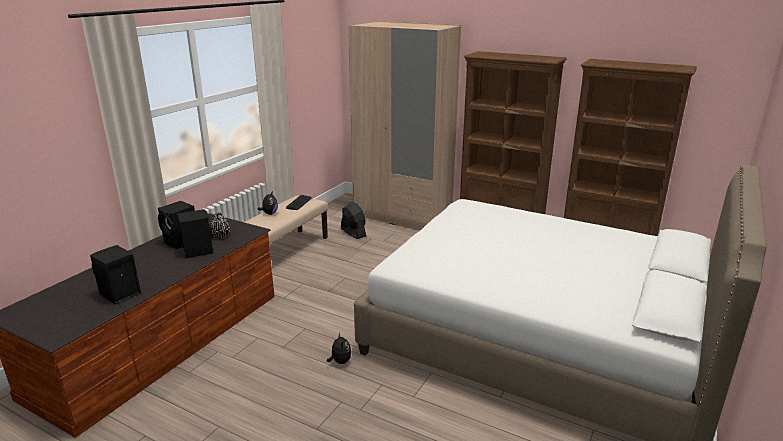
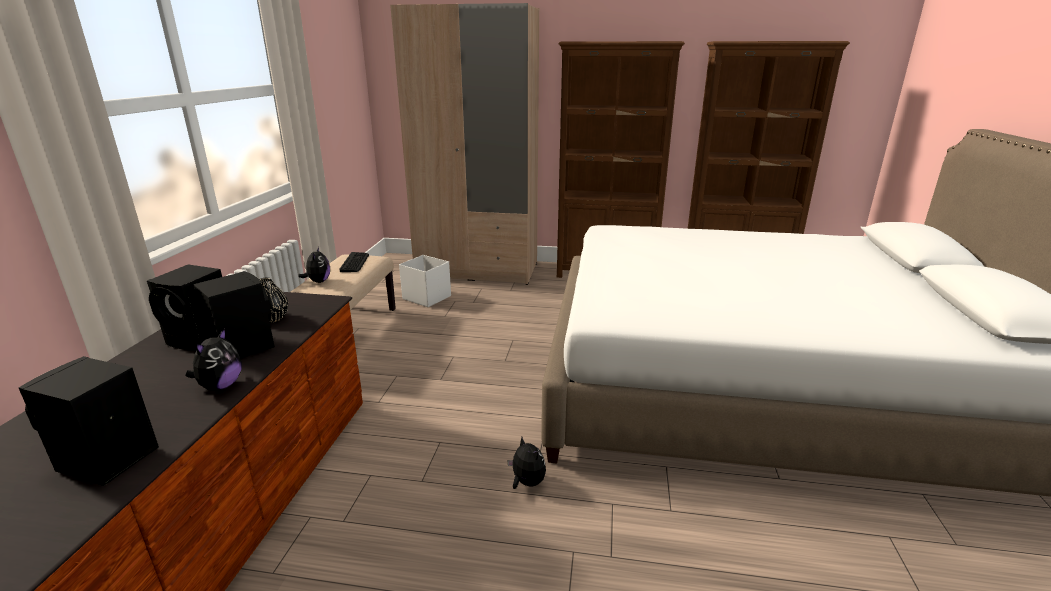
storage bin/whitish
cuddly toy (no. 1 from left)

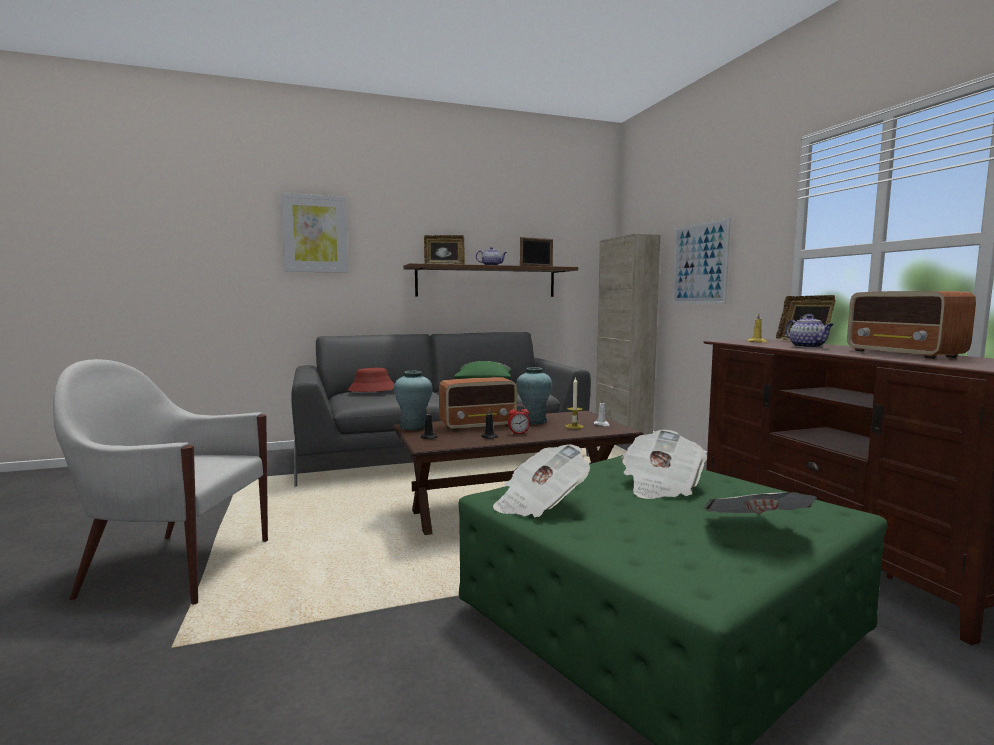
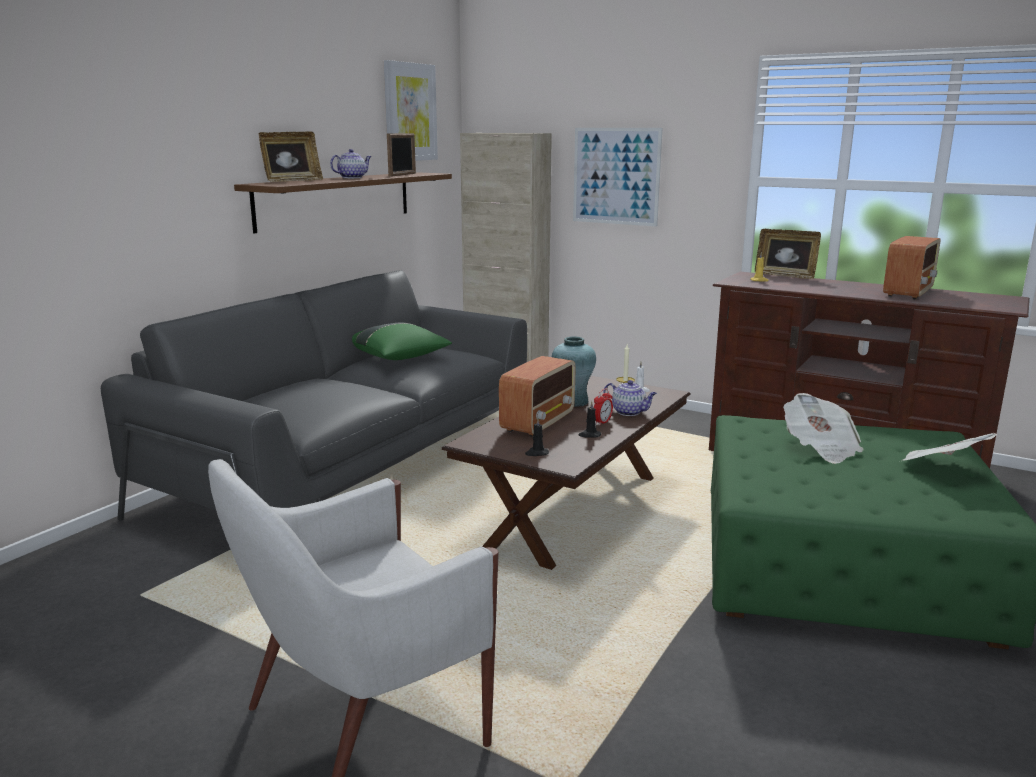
wall art (no. 1 from left)
radio receiver (no. 2 from left)
teapot (no. 2 from left)
hat/red-coloured
flower vase/turquoise (no. 1 from left in the first image)
printed paper (no. 1 from left in the first image)

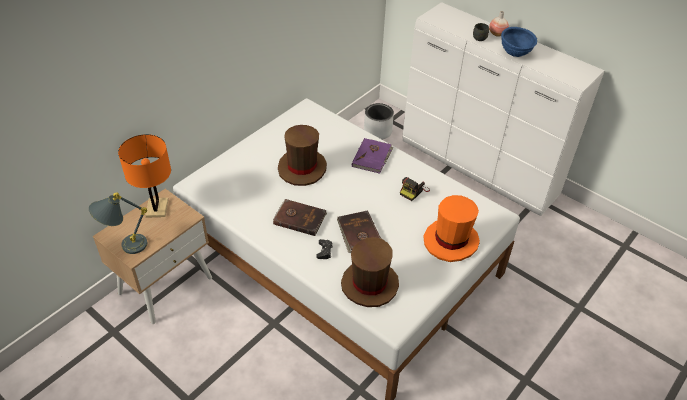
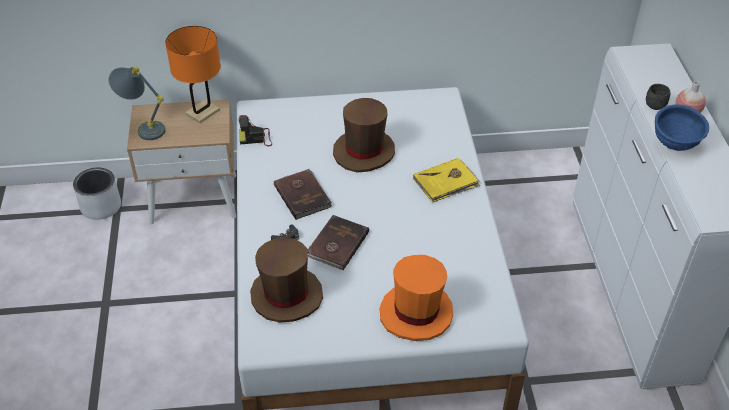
planter/grey
book/yellow-coloured
still camera

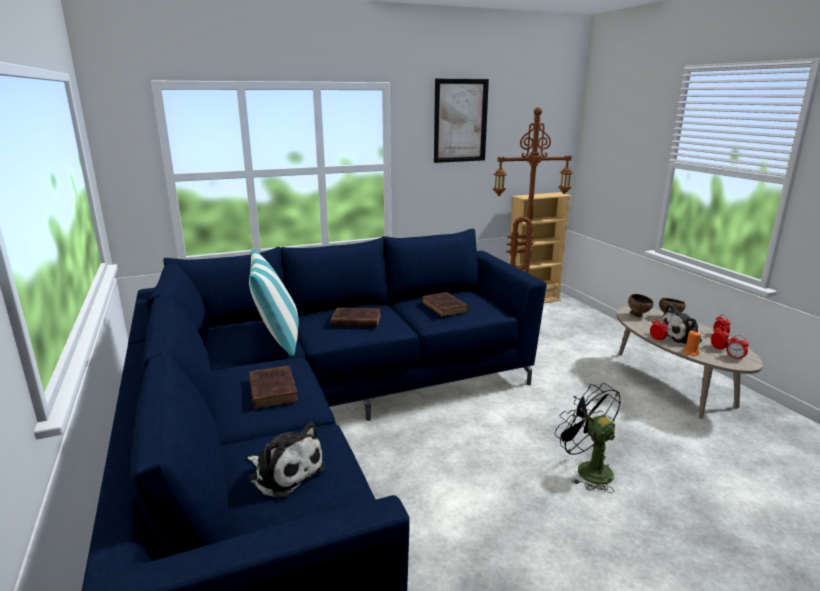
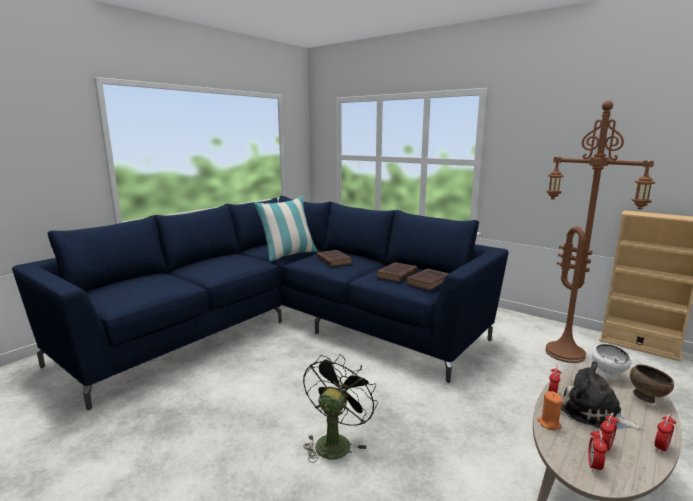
wall art
serving bowl/whitish
book/brownish (no. 3 from left)
cuddly toy (no. 1 from left in the first image)

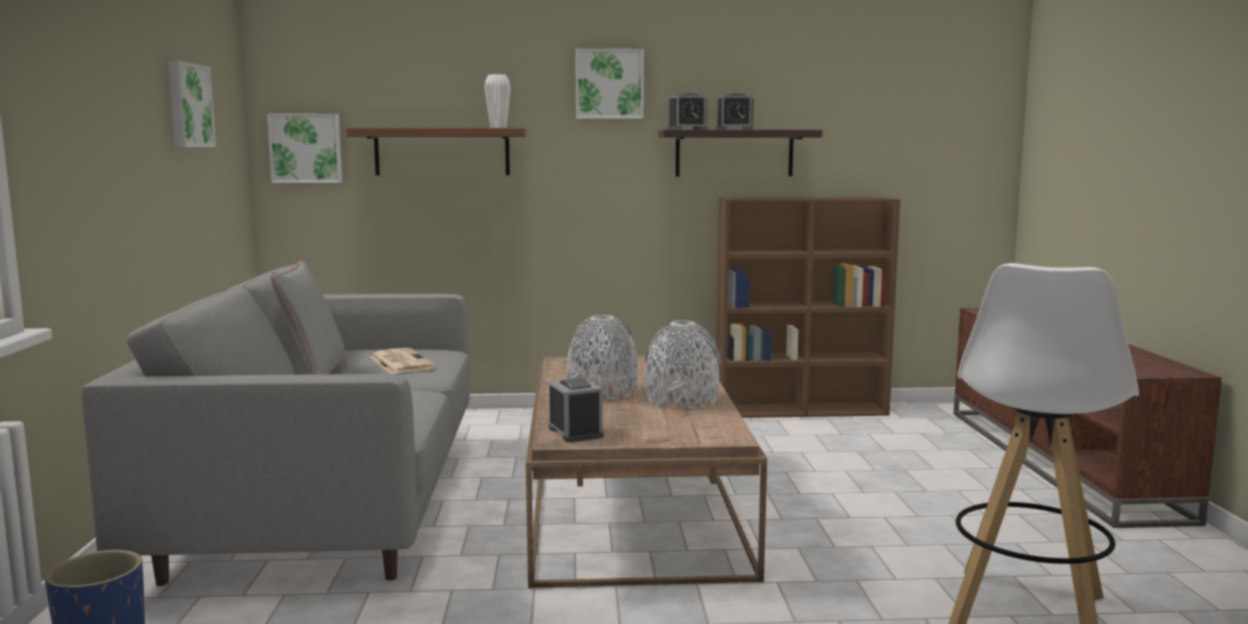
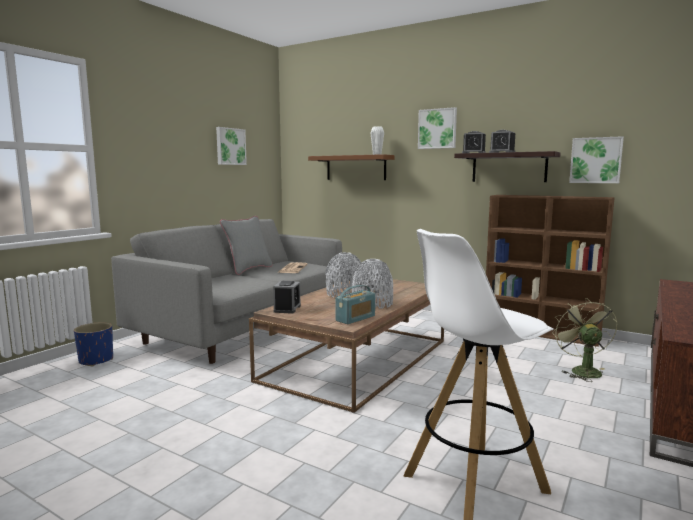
wall art (no. 3 from left)
radio receiver
cooling fan/green-coloured

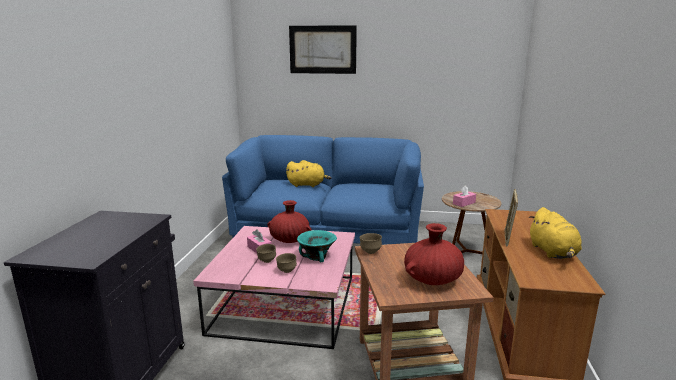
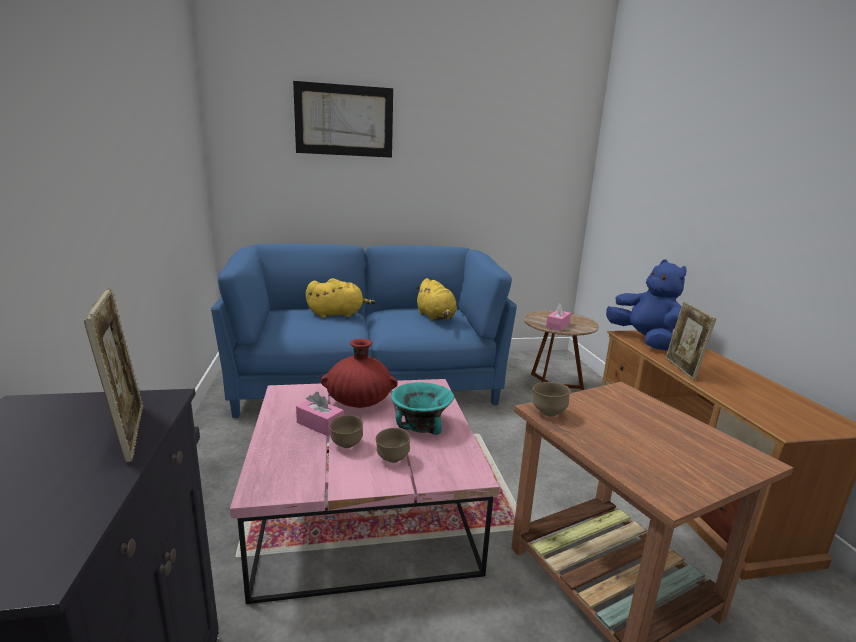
cuddly toy/yellow-coloured (no. 2 from left)
flower vase/red-coloured (no. 2 from left in the first image)
cuddly toy/blue
picture frame (no. 1 from left)

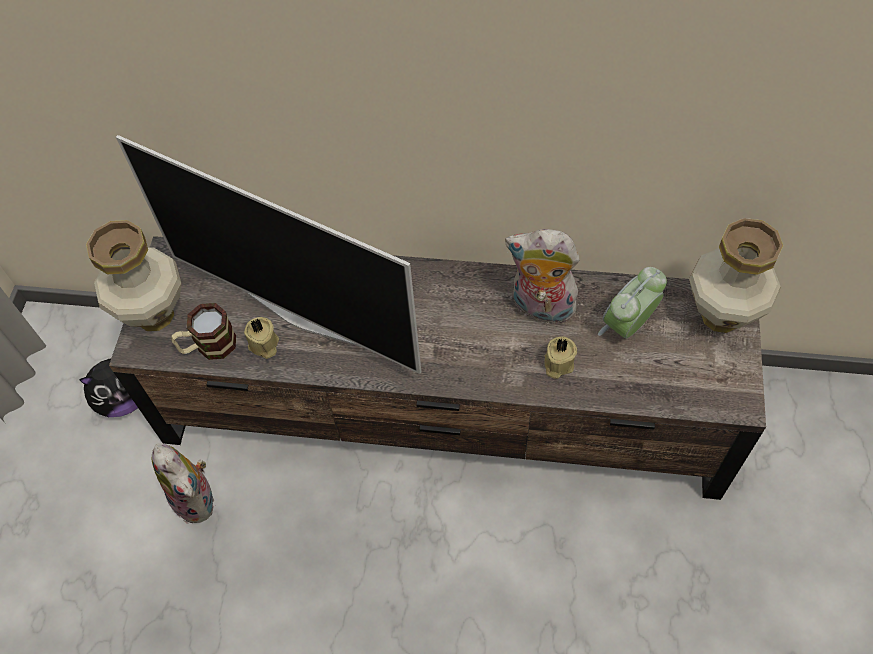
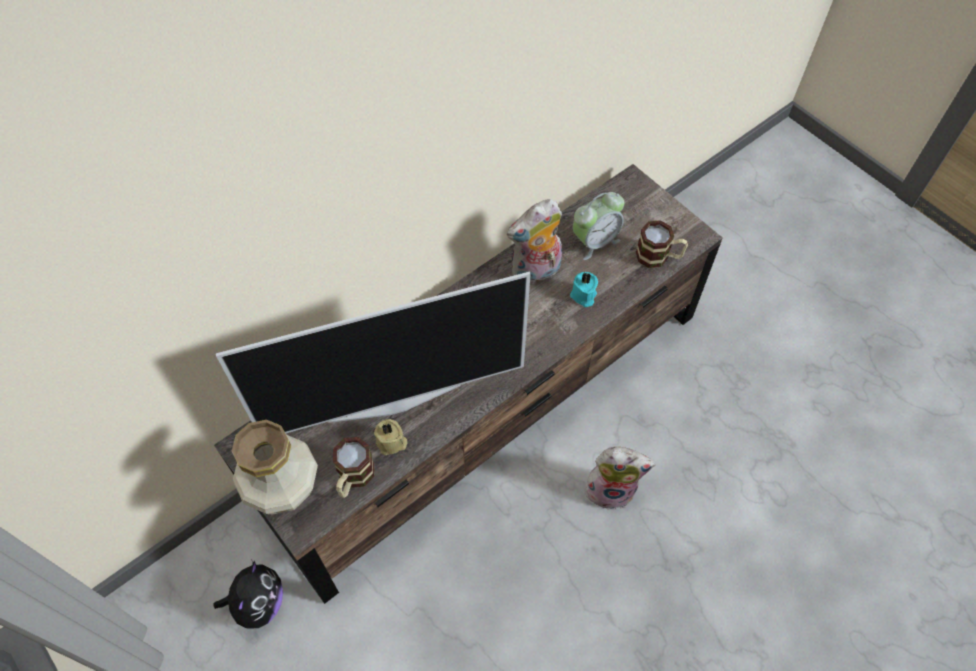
flower vase (no. 2 from left in the first image)
alarm clock
candle/turquoise
cuddly toy (no. 3 from left)
coffee mug (no. 2 from left)

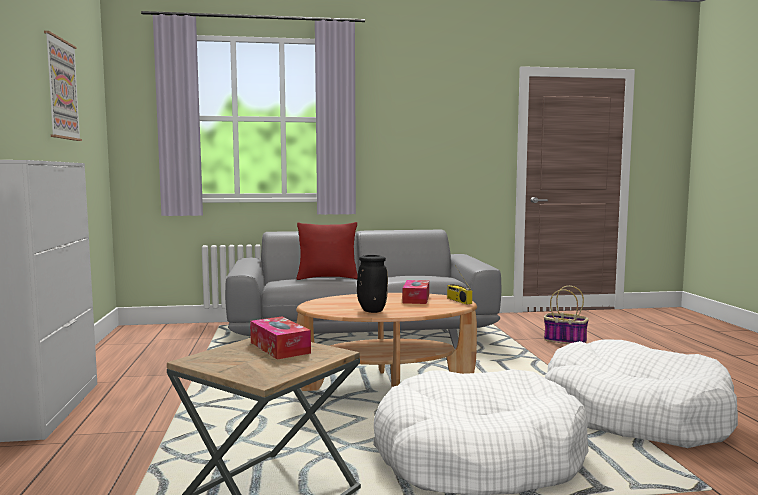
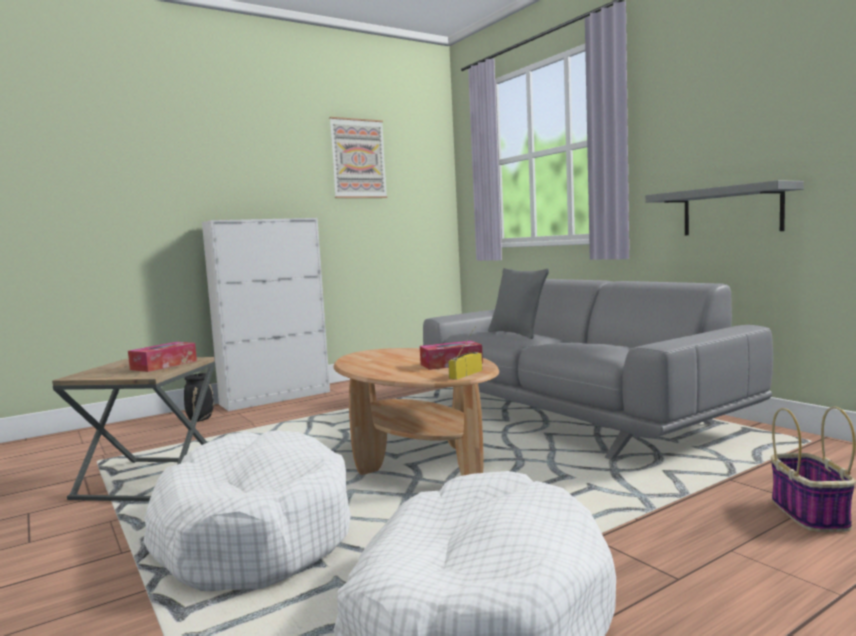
pillow/grey
flower vase/blackish
wall shelf/grey

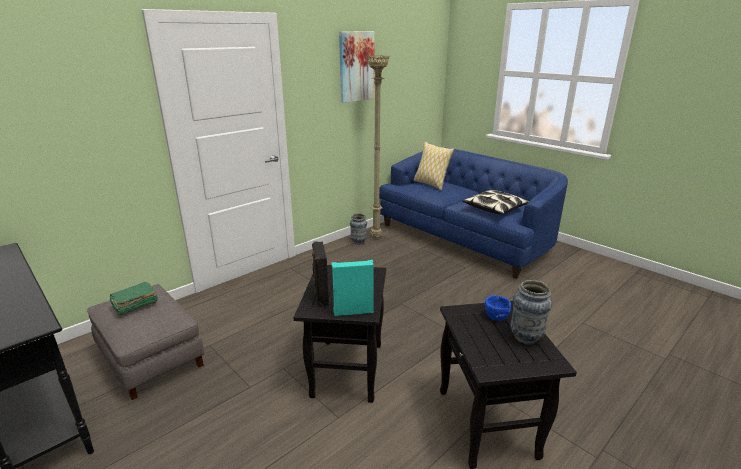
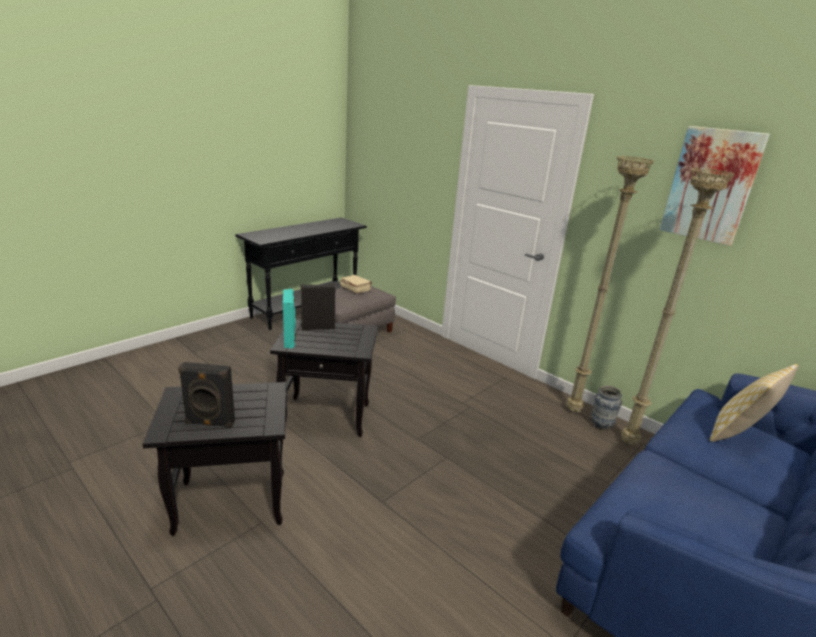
pillow (no. 2 from left in the first image)
speaker/blackish (no. 1 from left)
book/beige-coloured
serving bowl/blue
standard lamp/beige-coloured (no. 1 from left)

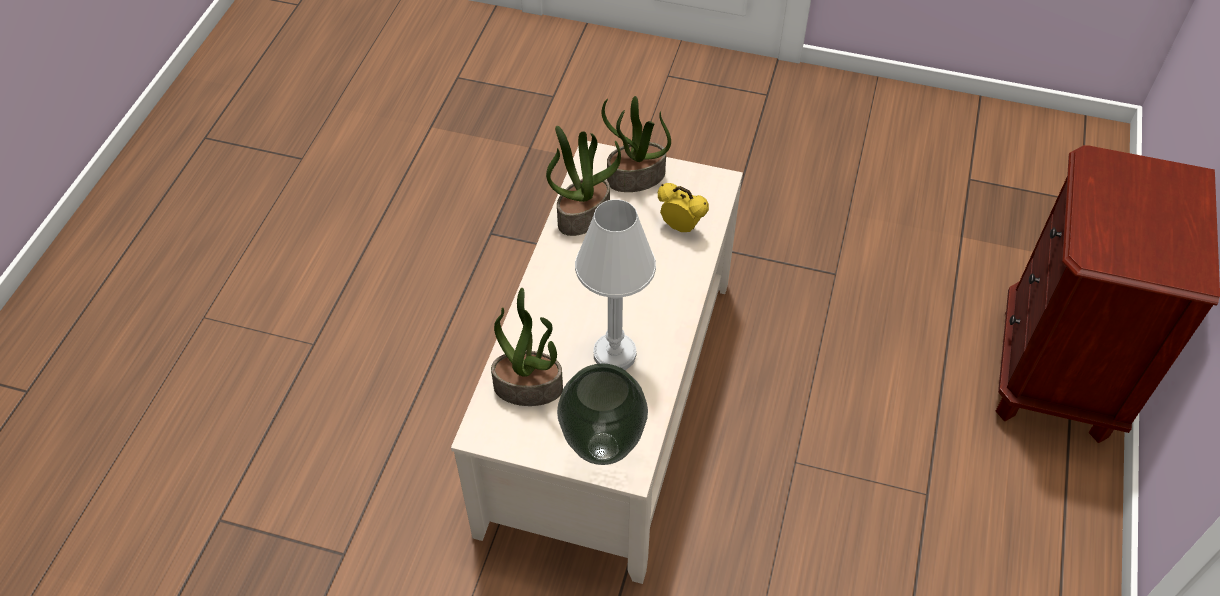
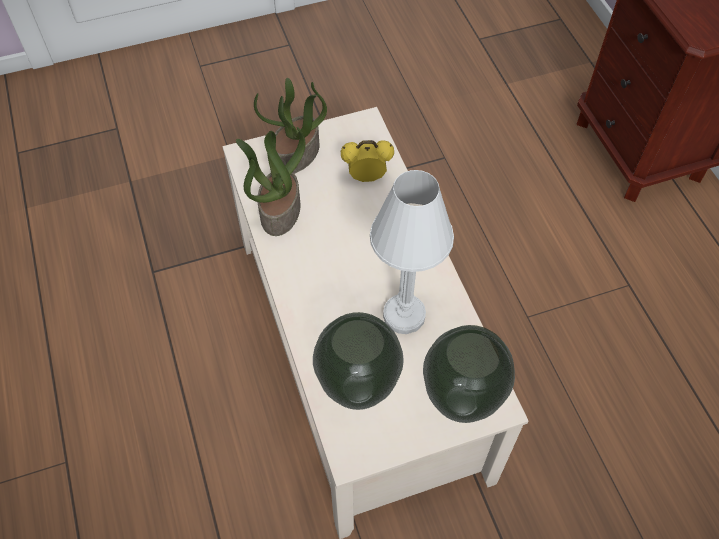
flower vase (no. 1 from left)

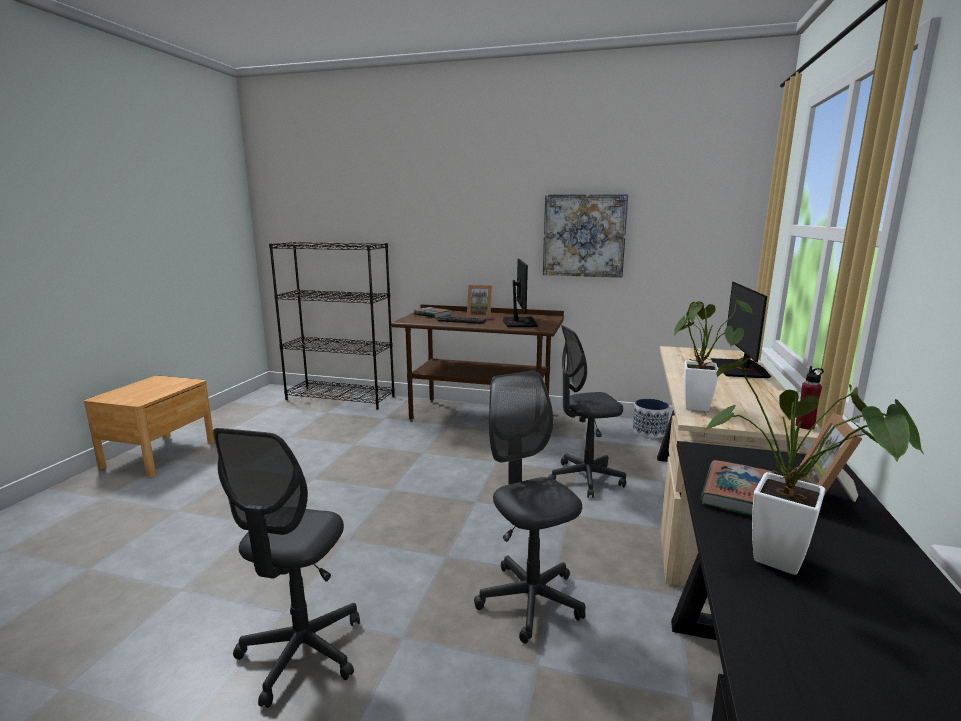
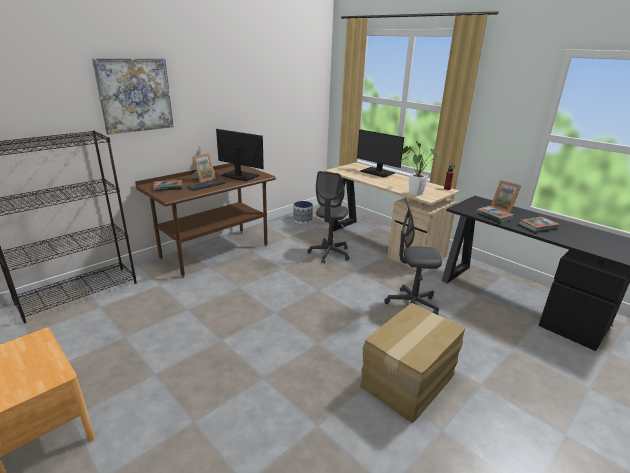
wall art
book (no. 3 from left)
carton

